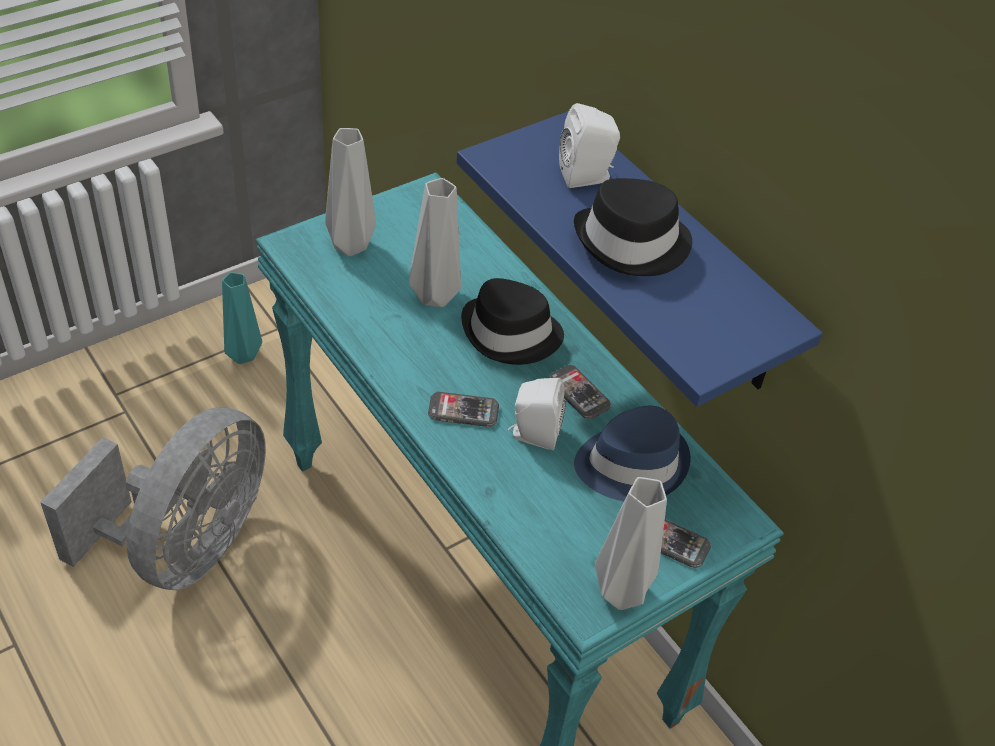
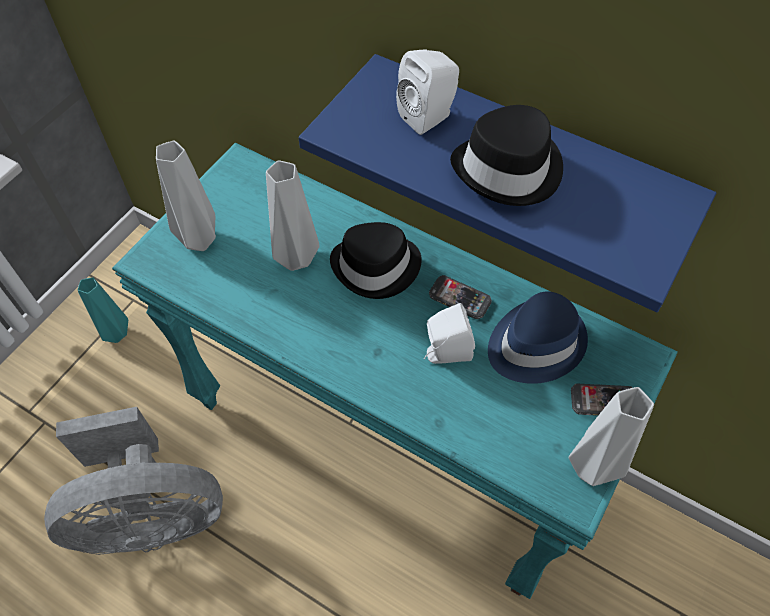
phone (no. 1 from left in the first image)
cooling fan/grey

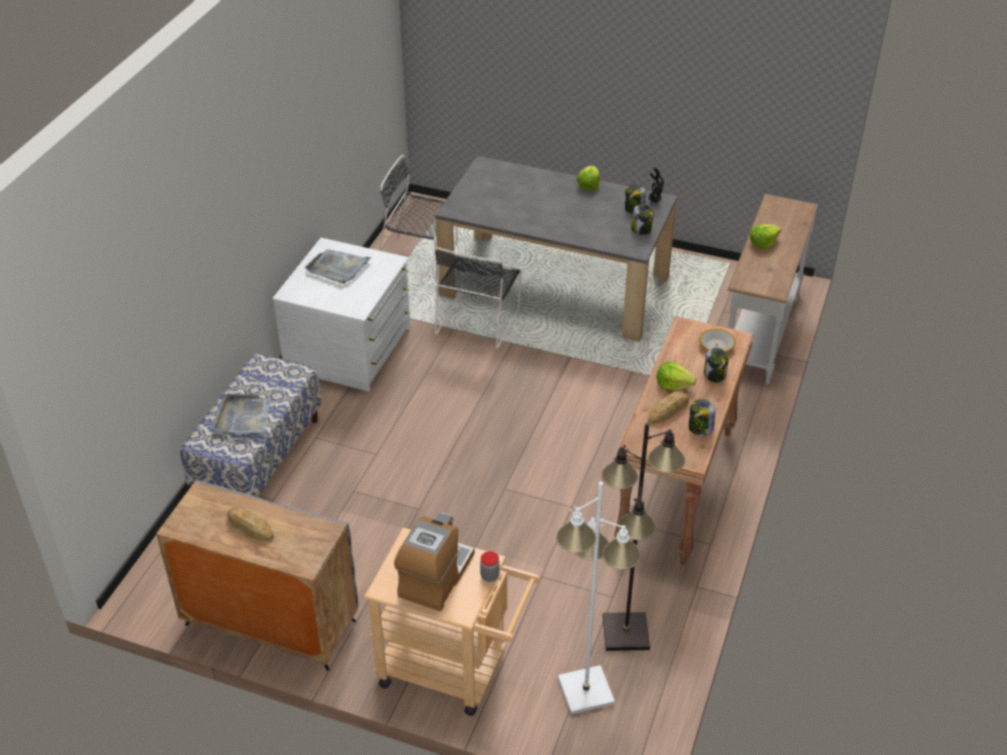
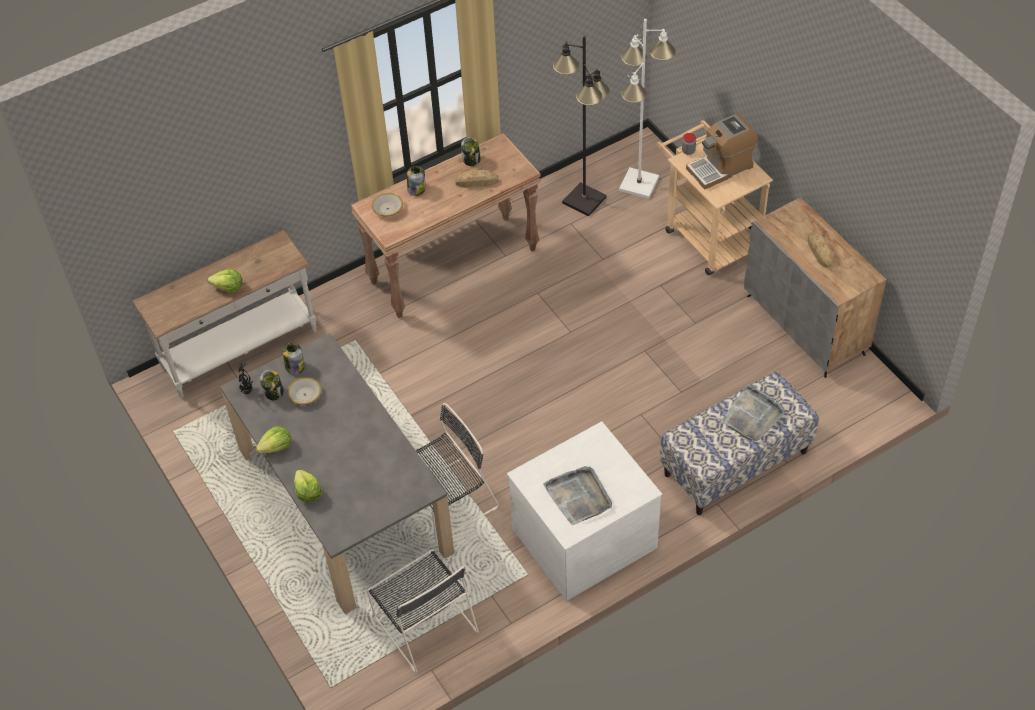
lettuce head (no. 3 from left)
serving bowl (no. 1 from left)

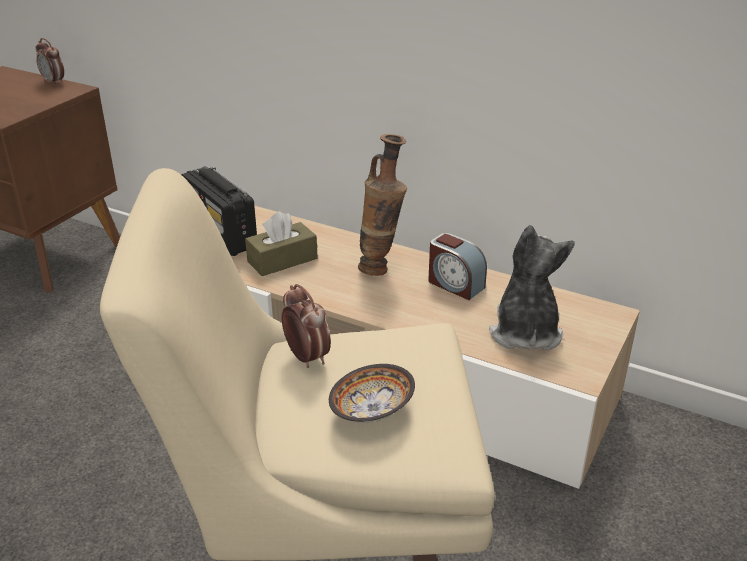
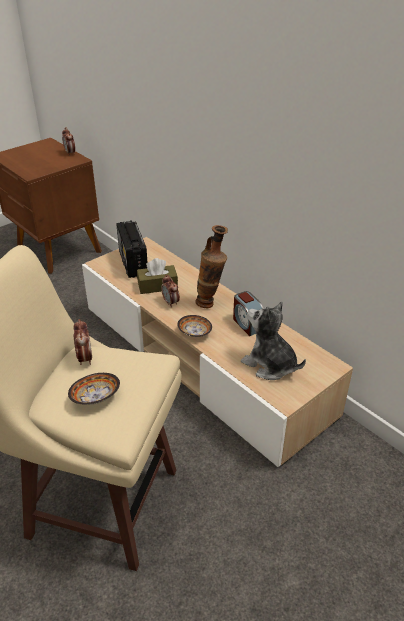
cuddly toy
alarm clock (no. 3 from left)
serving bowl (no. 2 from left)

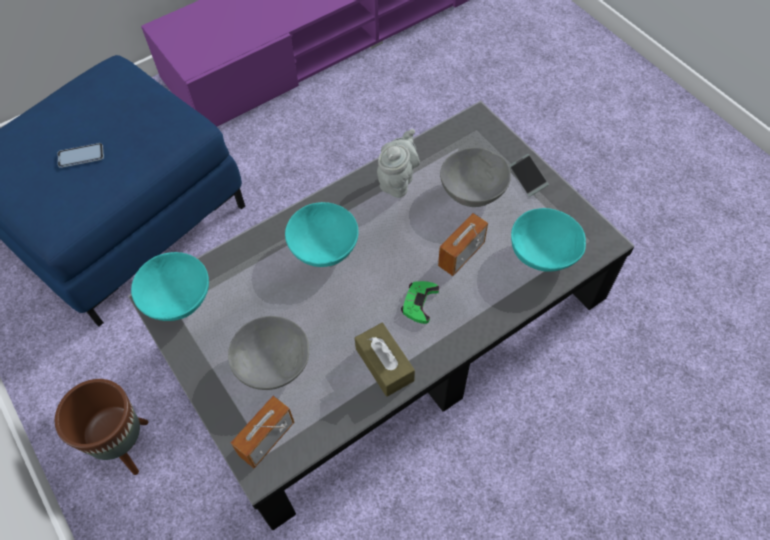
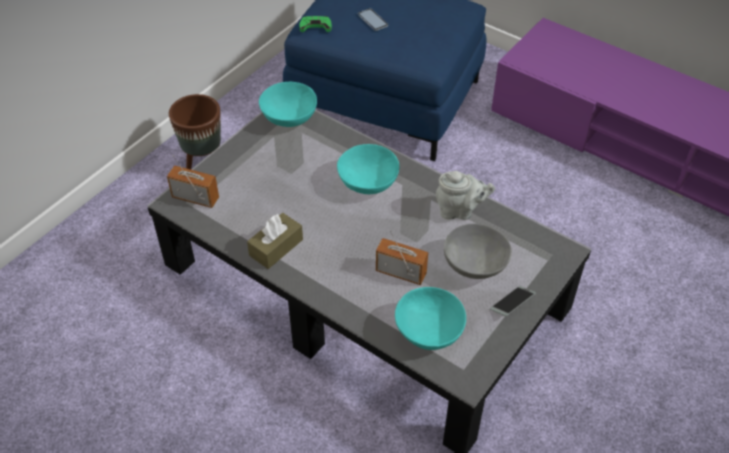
gamepad/green-coloured
serving bowl/grey (no. 1 from left in the first image)

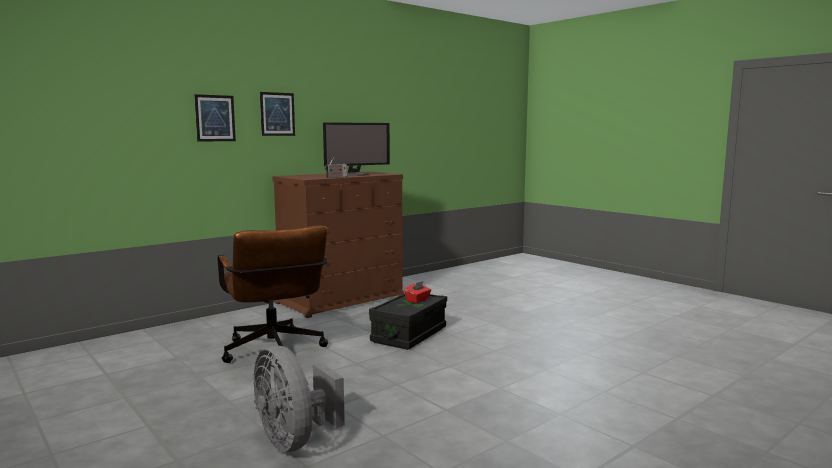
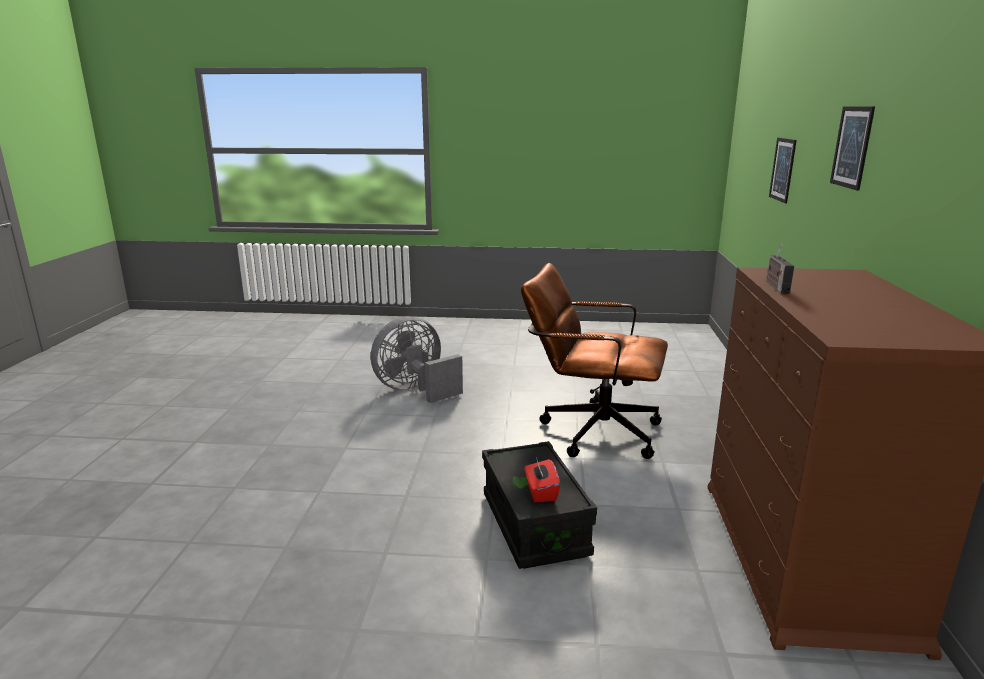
wall art (no. 1 from left)
computer screen
cooling fan/grey

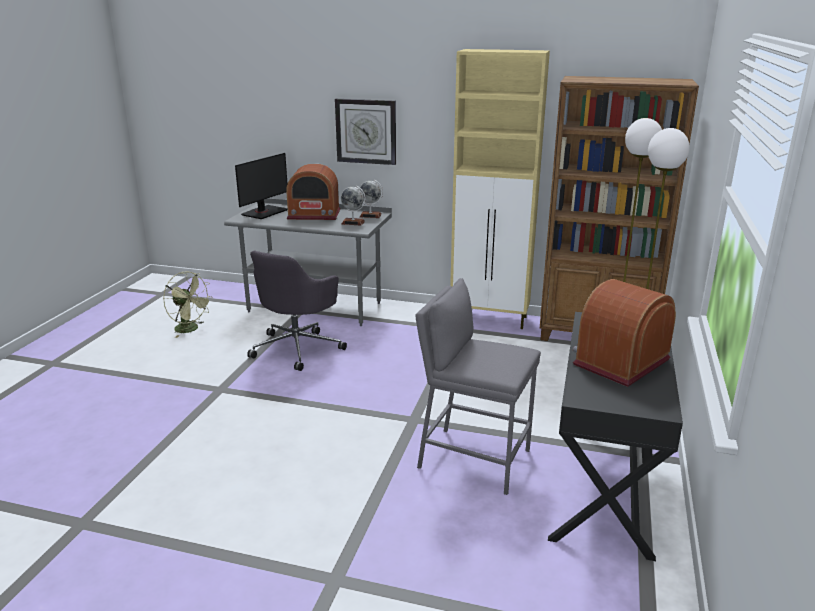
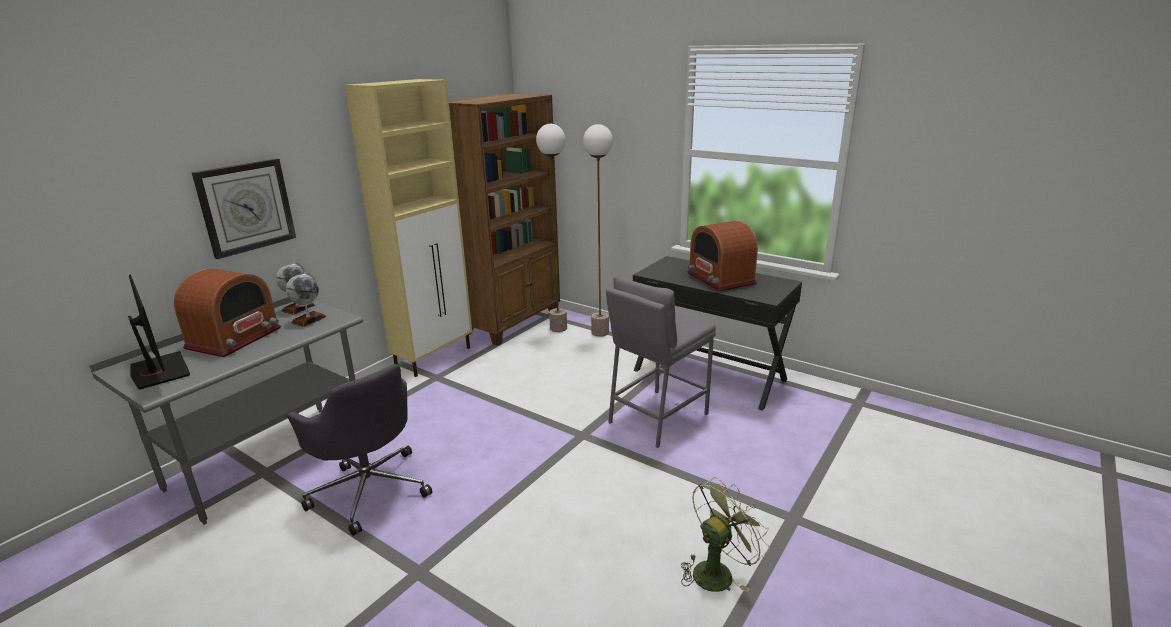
cooling fan/green-coloured

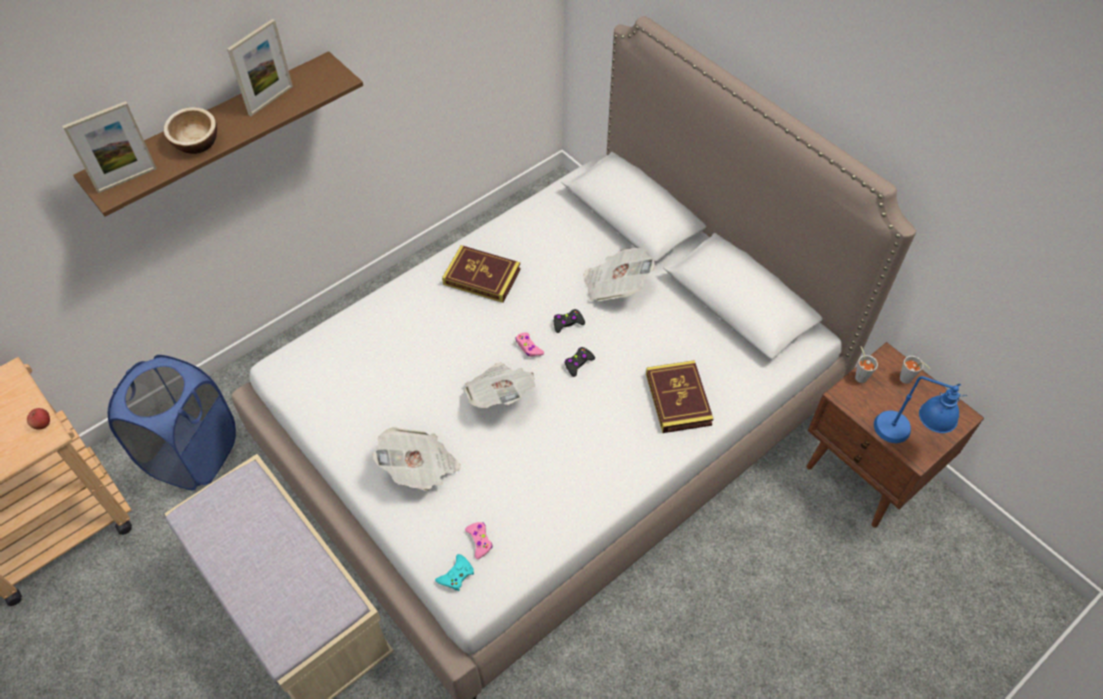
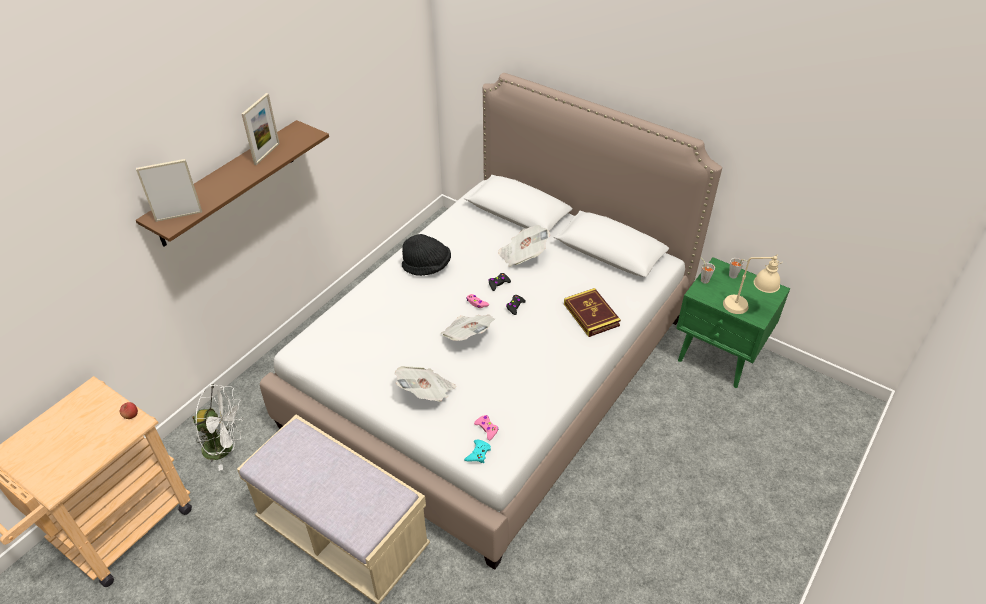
picture frame (no. 1 from left)
serving bowl
hat/blackish
bedside table/green-coloured
cooling fan/whitish
tabletop lamp/beige-coloured

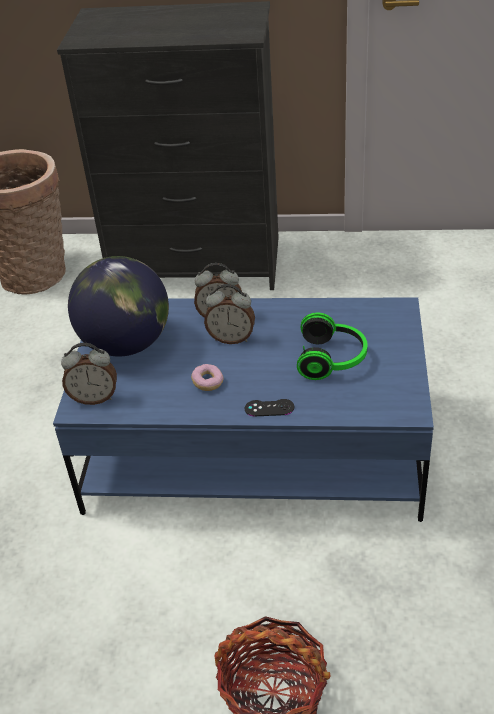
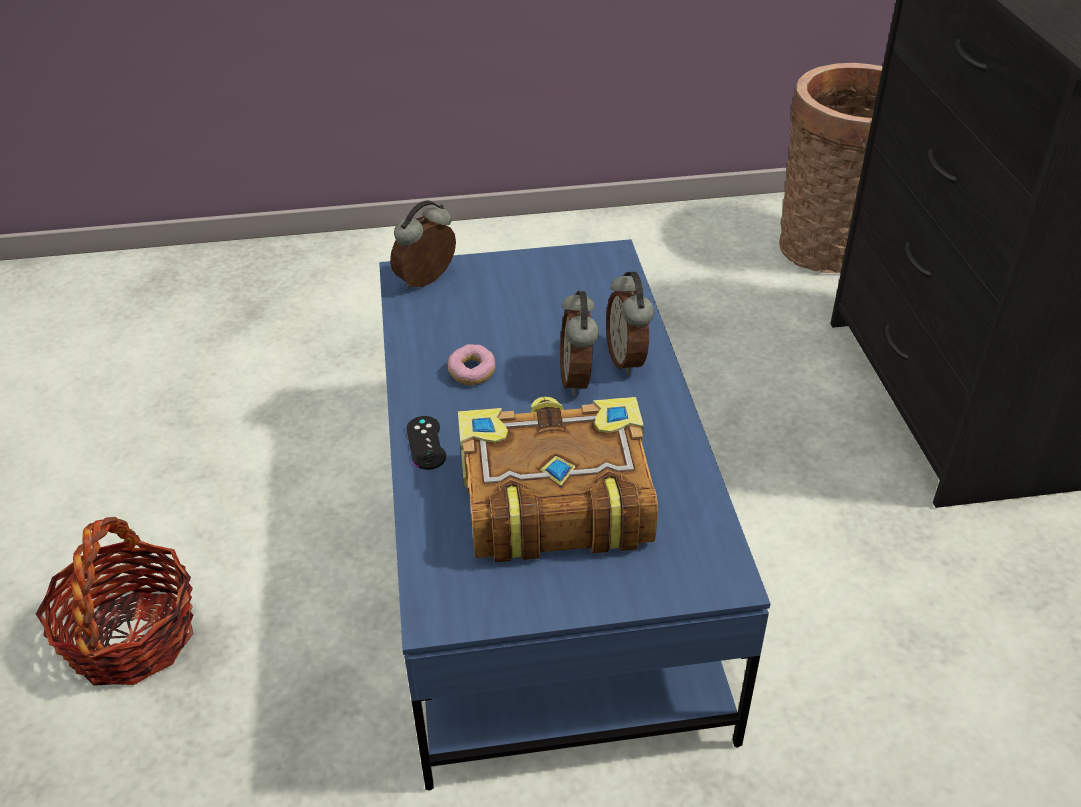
world globe
book
alarm clock (no. 1 from left)

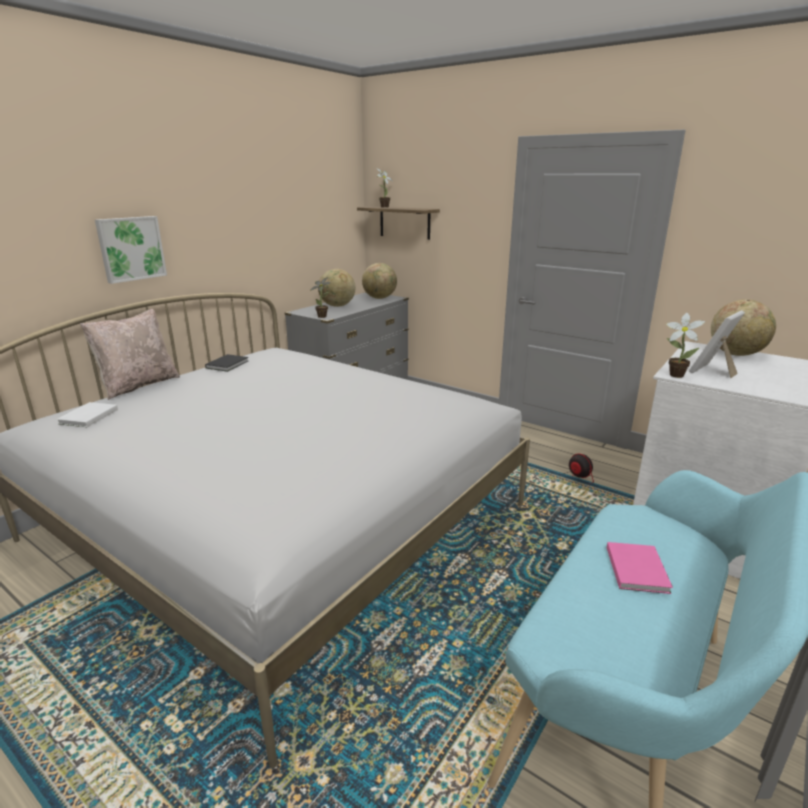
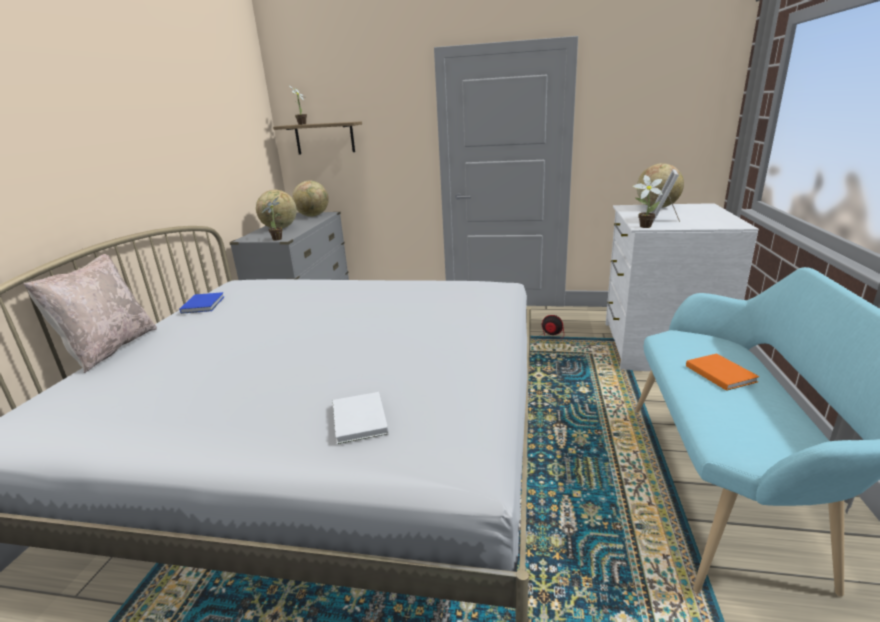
wall art
book/blue
book/whitish
book/orange

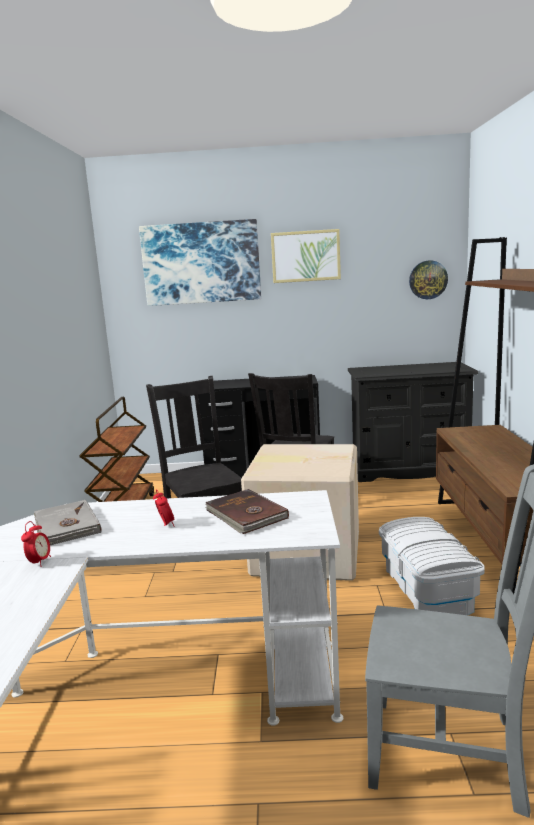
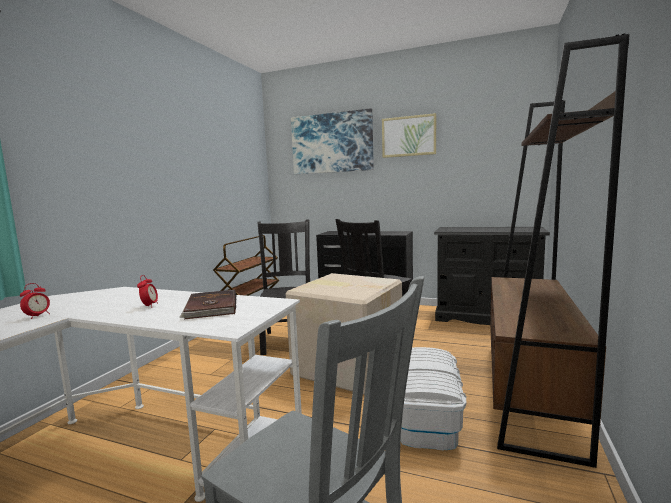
wall clock
book/grey

